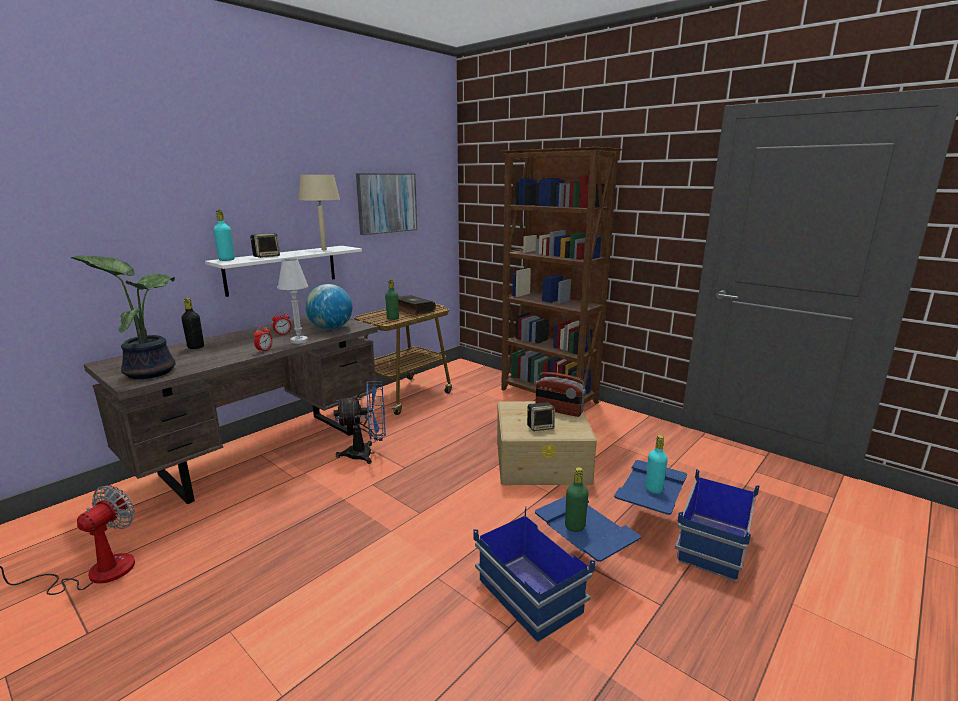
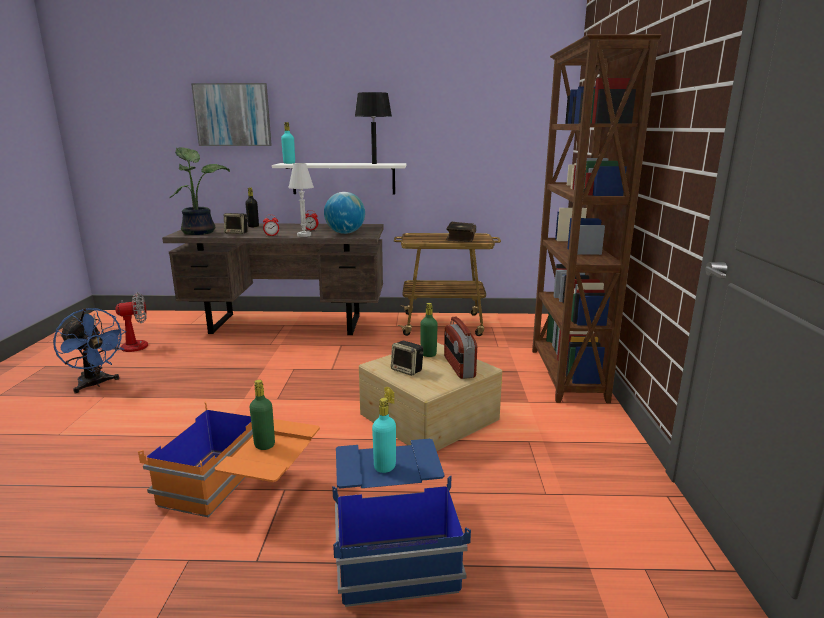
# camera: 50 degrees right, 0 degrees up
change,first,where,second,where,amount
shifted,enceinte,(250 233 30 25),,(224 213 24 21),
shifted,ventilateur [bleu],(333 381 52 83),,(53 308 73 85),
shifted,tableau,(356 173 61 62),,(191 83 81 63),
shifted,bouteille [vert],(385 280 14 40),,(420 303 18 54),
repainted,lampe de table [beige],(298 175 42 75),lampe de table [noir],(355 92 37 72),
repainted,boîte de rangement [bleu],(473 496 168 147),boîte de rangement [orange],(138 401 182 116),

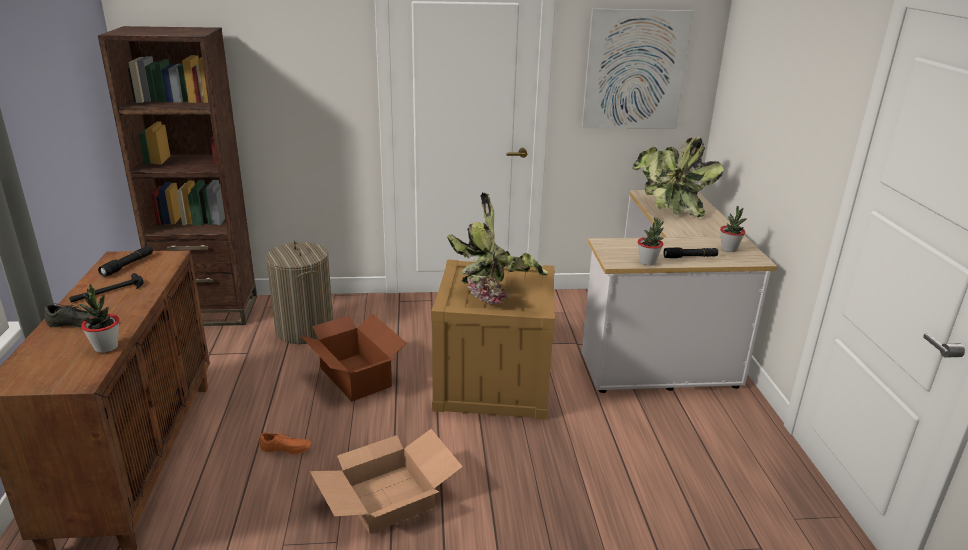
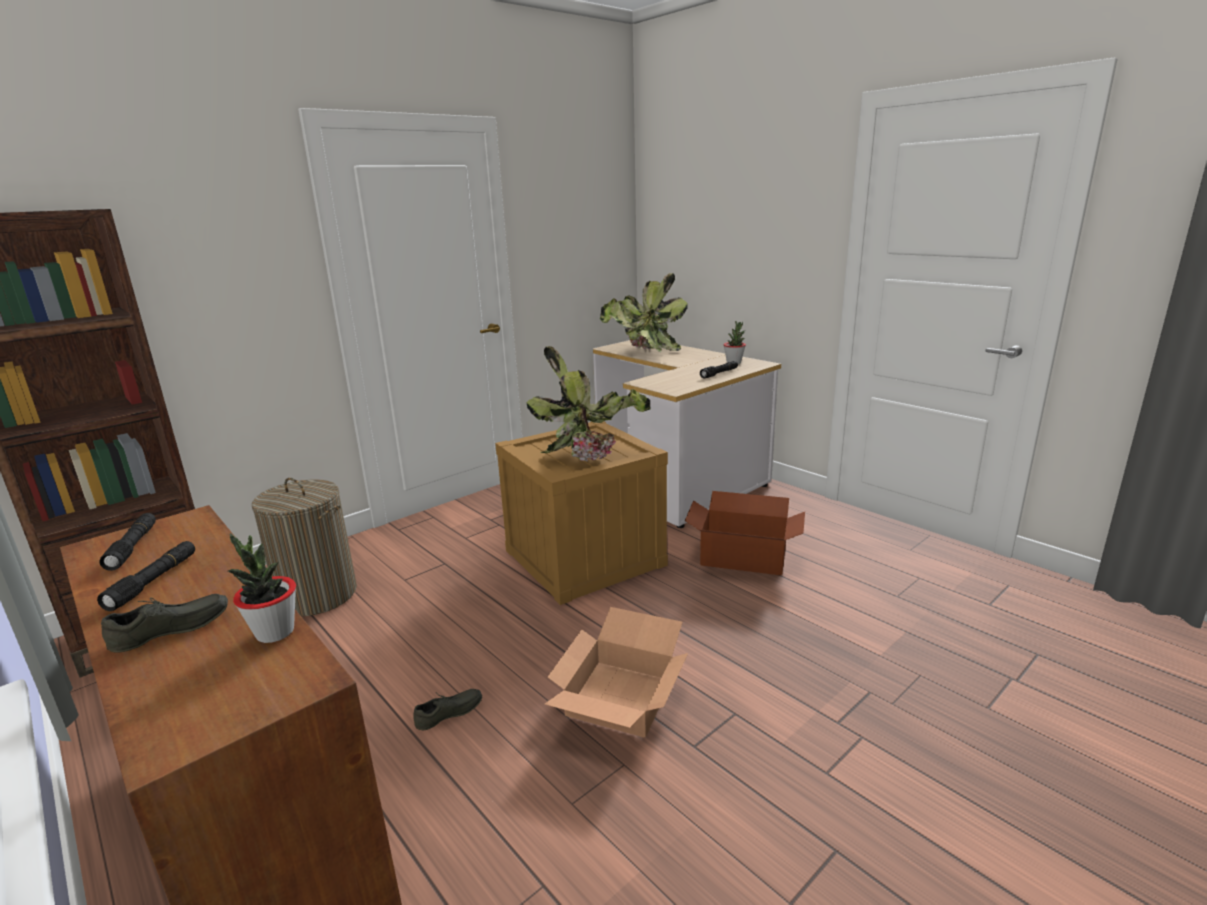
# camera: 35 degrees left, 5 degrees down
change,first,where,second,where,amount
gone,tableau,(582 9 111 119),,,
gone,plante en pot,(638 217 26 48),,,
shifted,carton,(300 314 107 88),,(685 491 120 84),
swapped,marteau,(69 273 75 29),lampe de poche [noir],(97 541 98 70),
repainted,chaussure [orange],(260 430 51 24),chaussure [gris],(413 689 69 41),

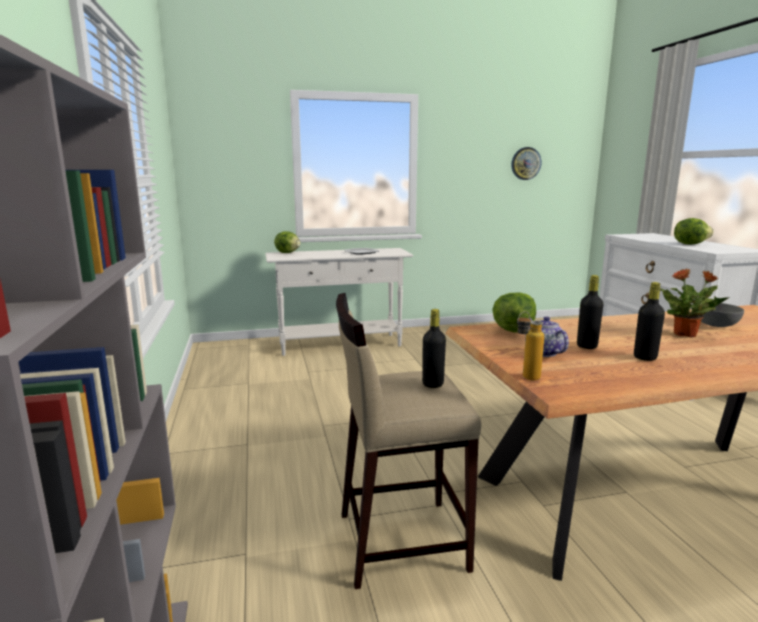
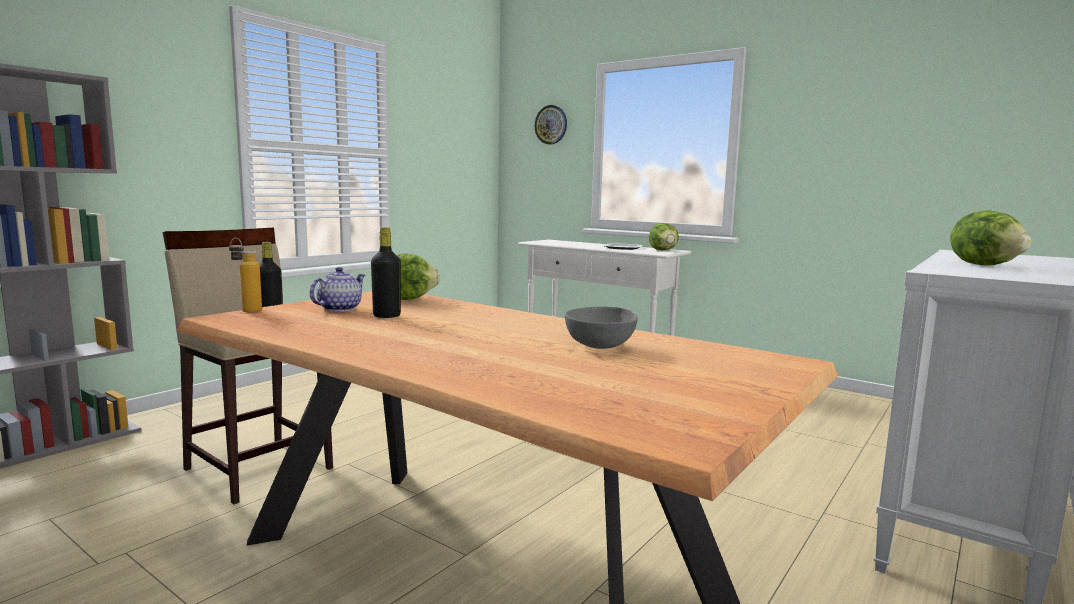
# camera: 50 degrees right, 5 degrees down
change,first,where,second,where,amount
gone,bouteille [noir],(634 282 31 79),,,
gone,plante en pot,(660 268 70 69),,,
shifted,laitue,(274 231 27 22),,(649 223 30 28),
shifted,horloge murale,(512 147 29 33),,(535 105 32 39),

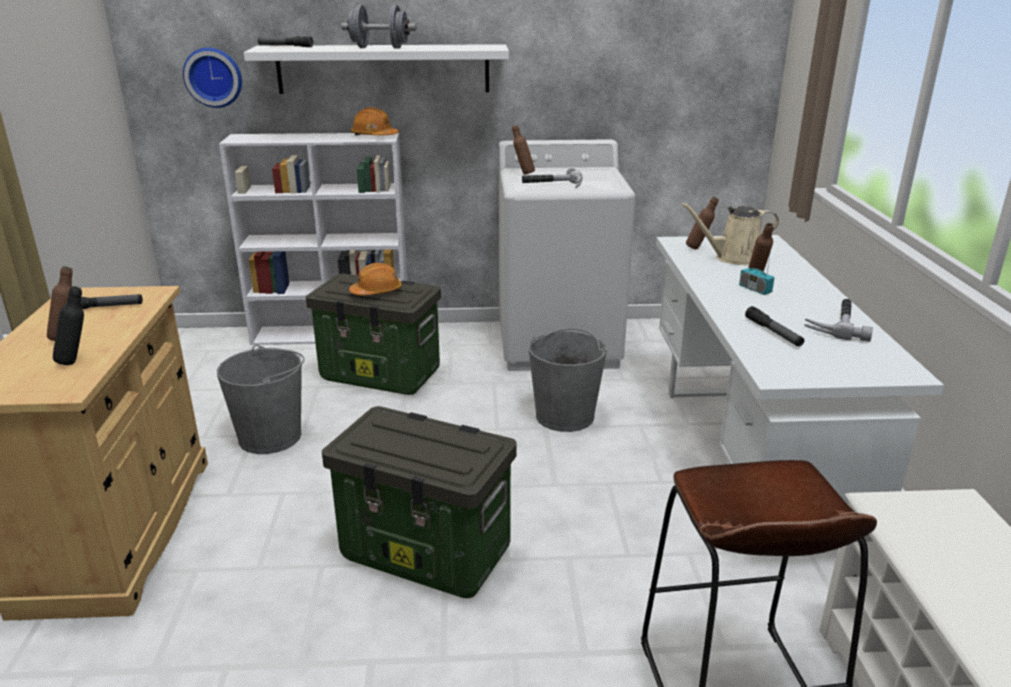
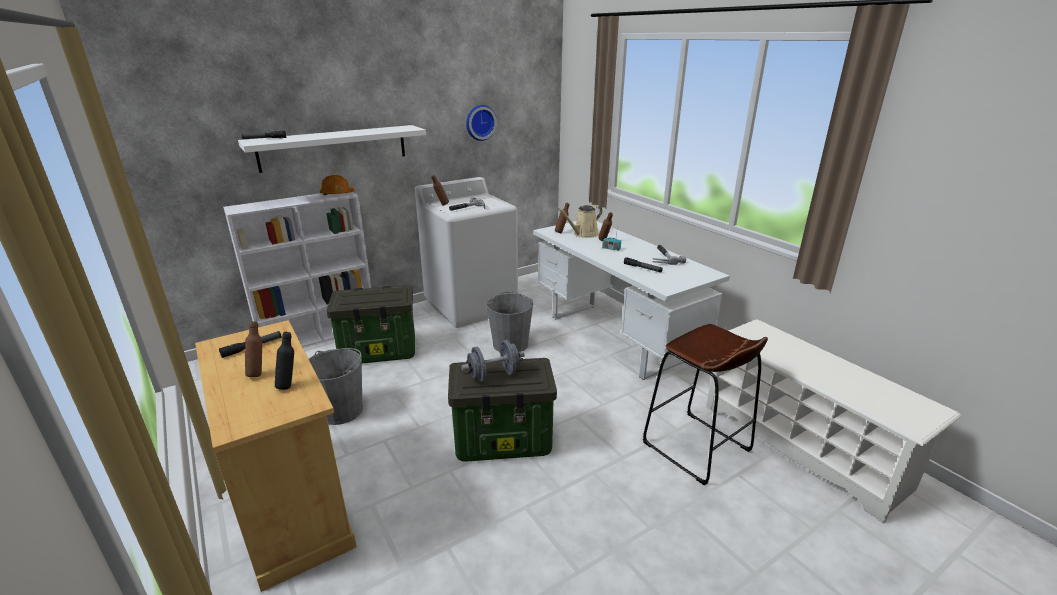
# camera: 30 degrees left, 0 degrees up
change,first,where,second,where,amount
gone,casque de chantier [orange],(349 263 53 32),,,
shifted,horloge murale,(183 48 59 60),,(466 105 31 36),
shifted,haltère [gris],(341 5 75 44),,(461 340 64 42),

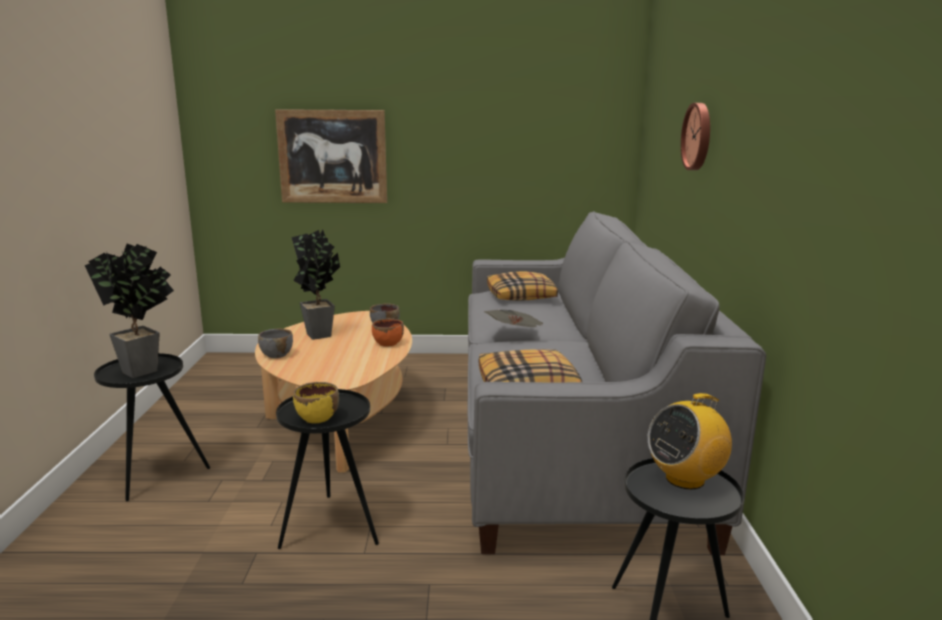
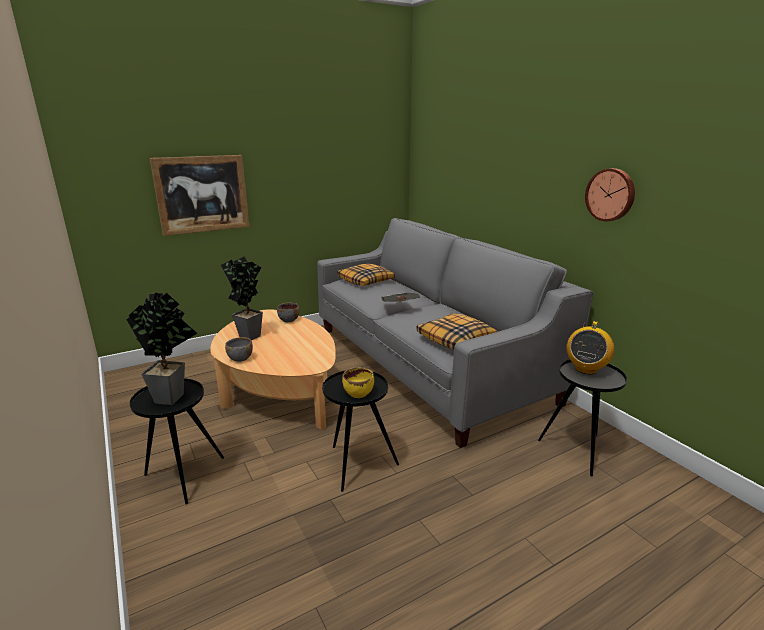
# camera: 30 degrees left, 5 degrees up
change,first,where,second,where,amount
gone,bol [orange],(372 318 32 29),,,
shifted,horloge murale,(681 103 29 67),,(585 168 50 53),

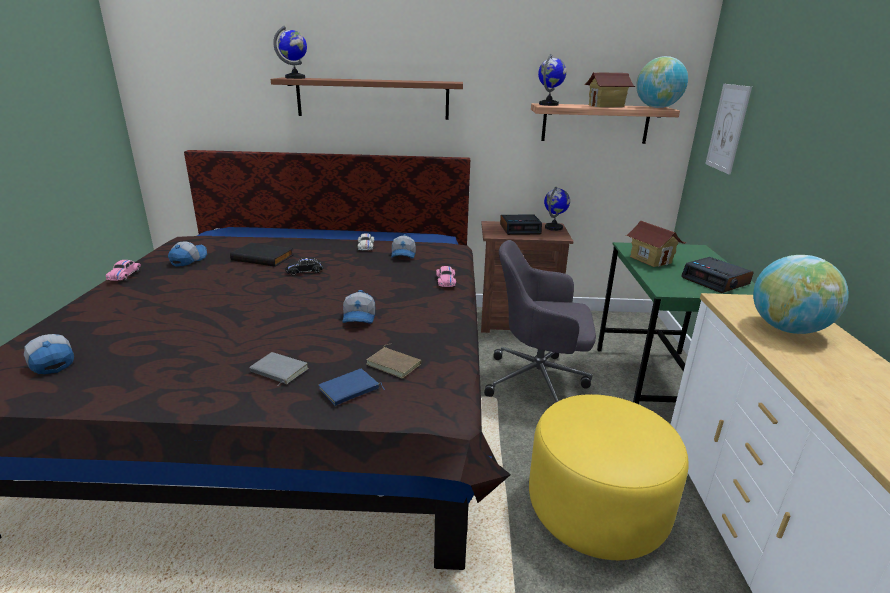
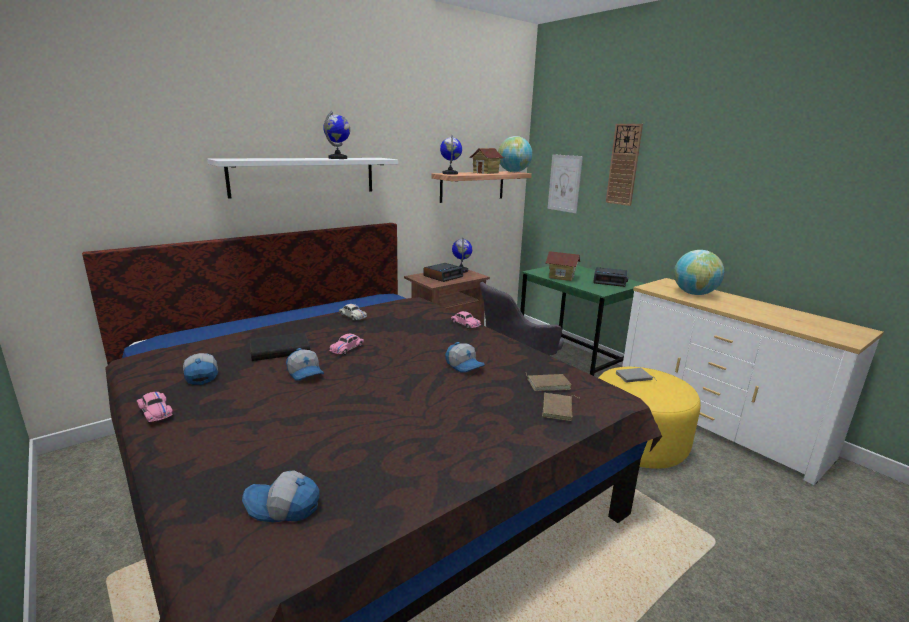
# camera: 40 degrees left, 5 degrees down
change,first,where,second,where,amount
new,,,horloge murale,(606 124 37 82),
shifted,livre [gris],(249 352 60 34),,(616 368 41 15),
shifted,globe,(273 26 34 53),,(323 111 27 48),
shifted,casquette,(391 234 25 24),,(286 348 38 33),
repainted,étagère [marron],(270 77 193 43),étagère [blanc],(207 158 191 41),
repainted,petite voiture [noir],(285 257 39 19),petite voiture [rose],(329 334 35 21),
repainted,livre [bleu],(319 369 66 37),livre [marron],(542 393 39 28),

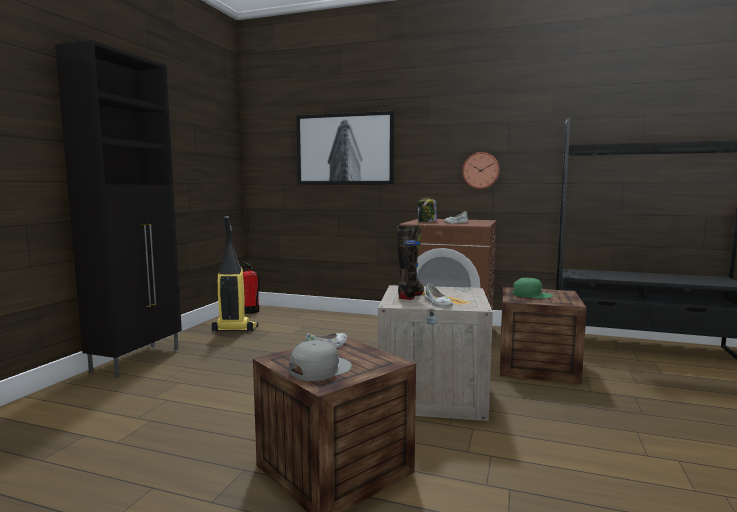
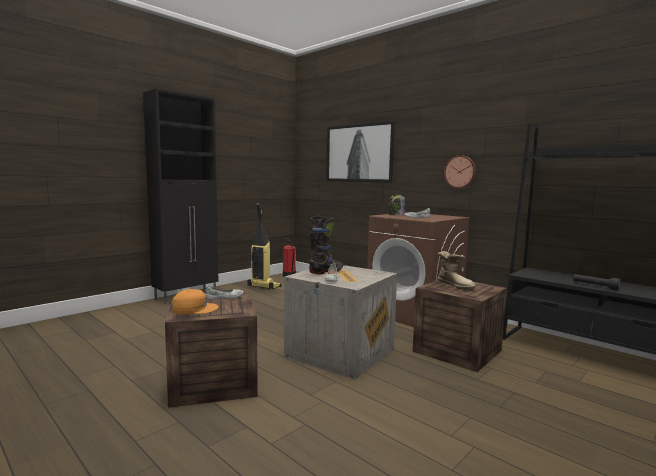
# camera: 25 degrees right, 0 degrees up
change,first,where,second,where,amount
new,,,lampe de poche [noir],(573 274 48 17),
swapped,casquette [vert],(513 278 40 21),botte,(438 251 38 40),
repainted,casquette [gris],(289 340 63 41),casquette [orange],(172 289 47 26),

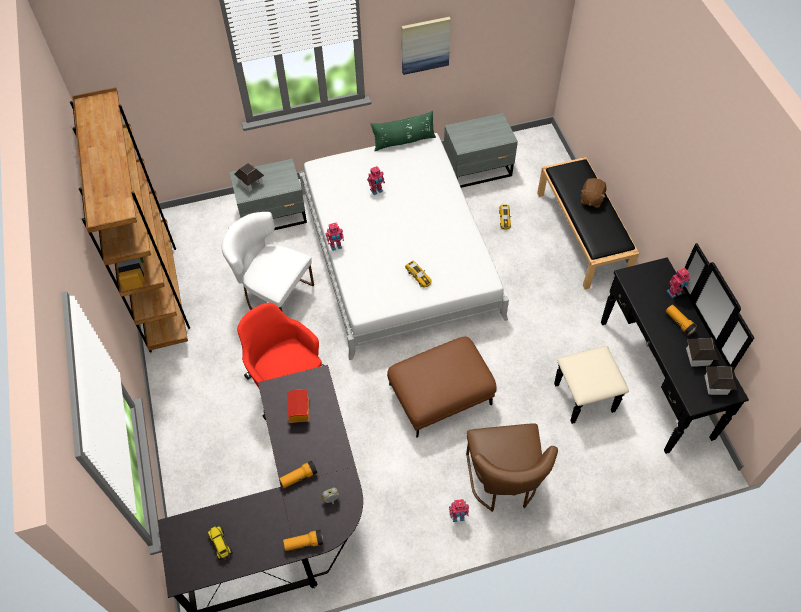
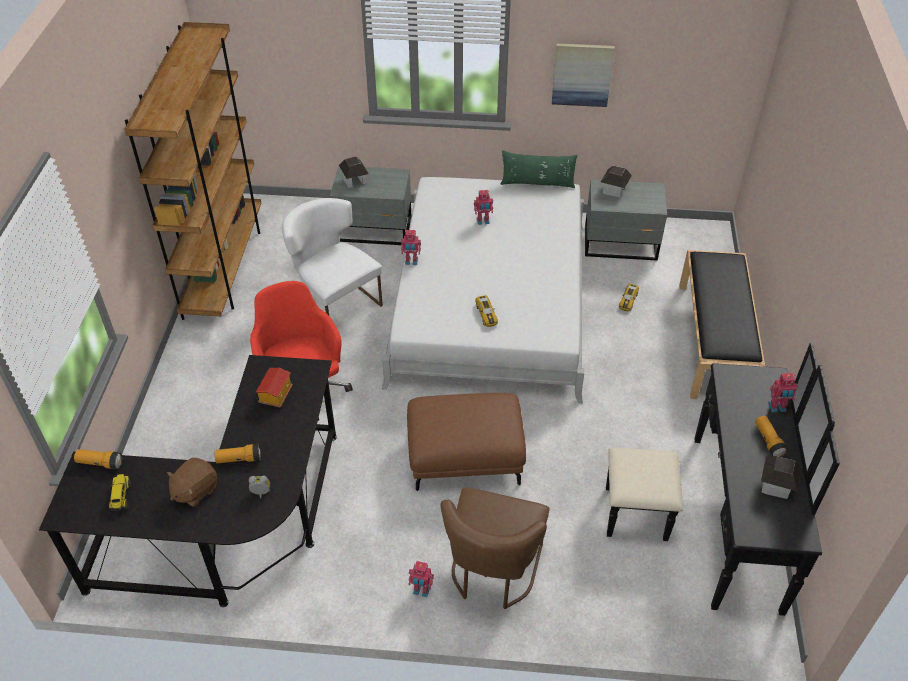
# camera: 20 degrees right, 10 degrees down
change,first,where,second,where,amount
shifted,lampe de poche,(283 529 40 22),,(74 449 48 20),
shifted,peluche [marron],(581 178 25 30),,(167 458 51 49),
shifted,maison miniature,(705 366 32 29),,(601 166 31 31),

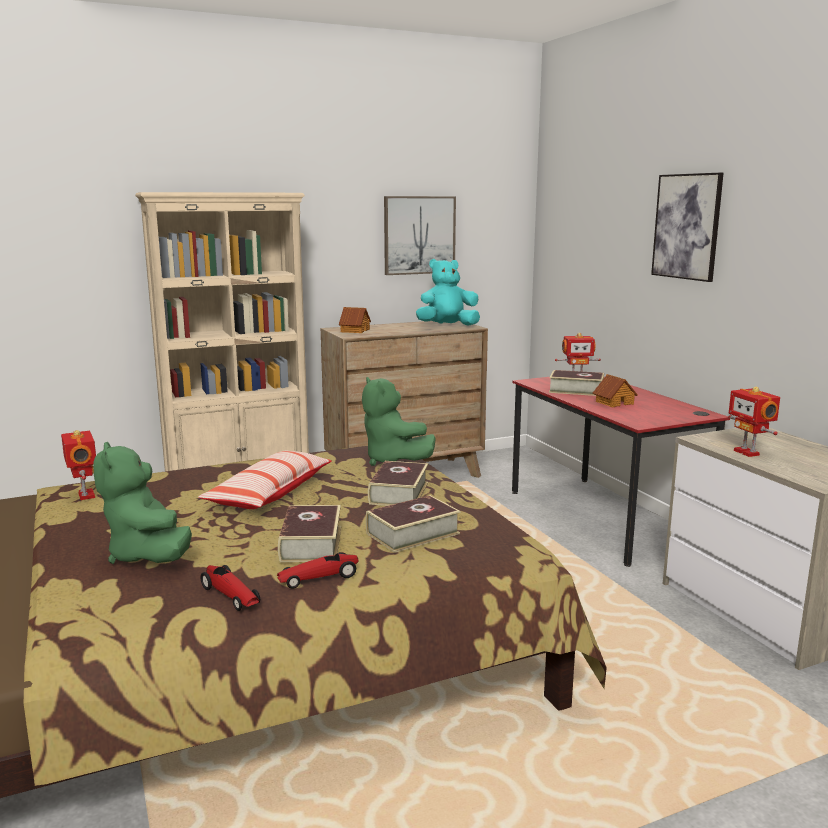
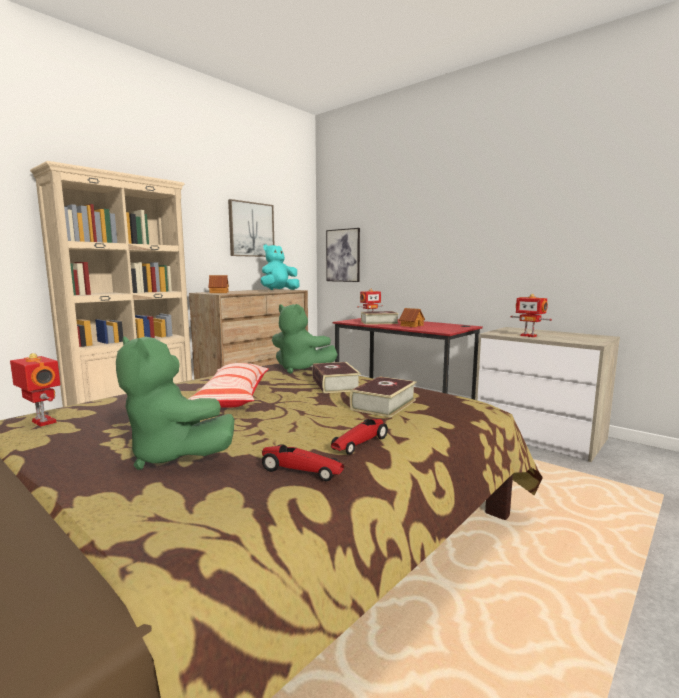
# camera: 25 degrees left, 5 degrees down
change,first,where,second,where,amount
gone,livre,(278 505 63 57),,,
shifted,tableau,(651 173 72 109),,(326 228 34 54),

